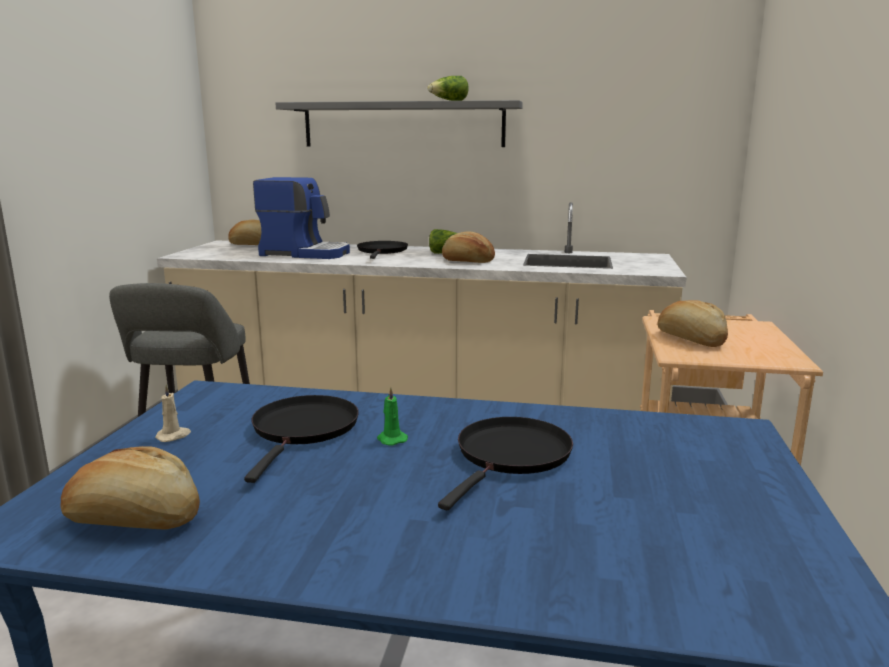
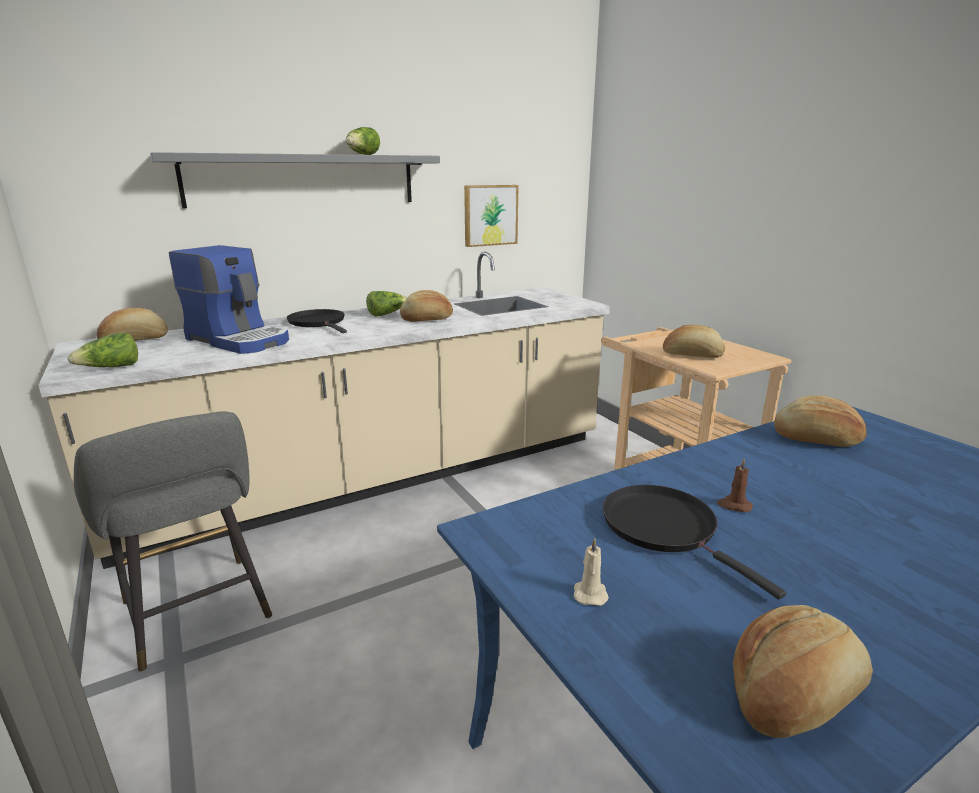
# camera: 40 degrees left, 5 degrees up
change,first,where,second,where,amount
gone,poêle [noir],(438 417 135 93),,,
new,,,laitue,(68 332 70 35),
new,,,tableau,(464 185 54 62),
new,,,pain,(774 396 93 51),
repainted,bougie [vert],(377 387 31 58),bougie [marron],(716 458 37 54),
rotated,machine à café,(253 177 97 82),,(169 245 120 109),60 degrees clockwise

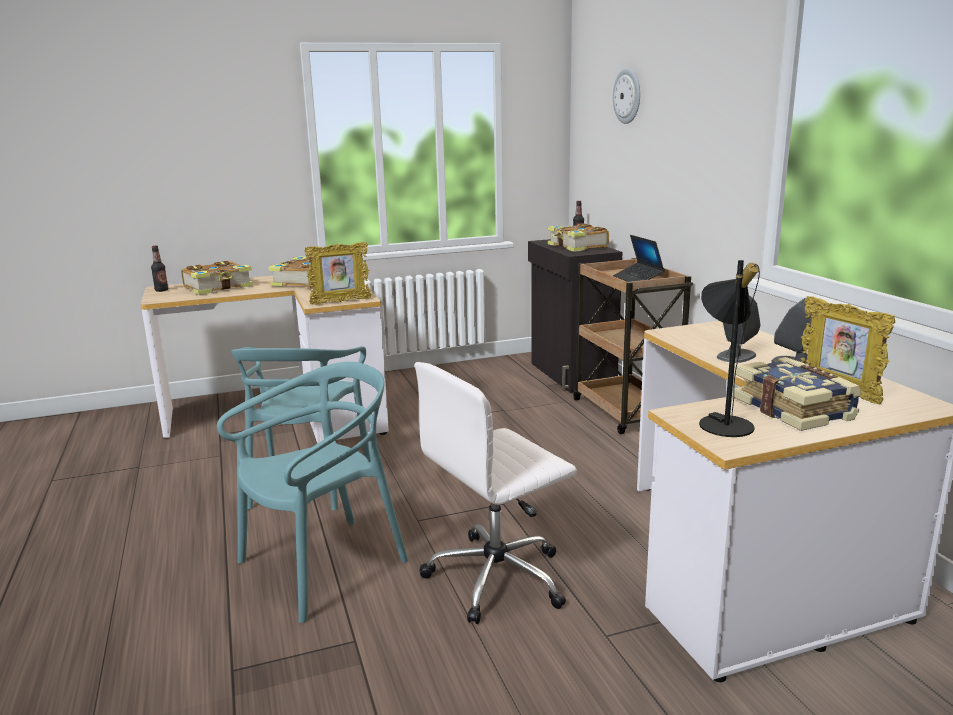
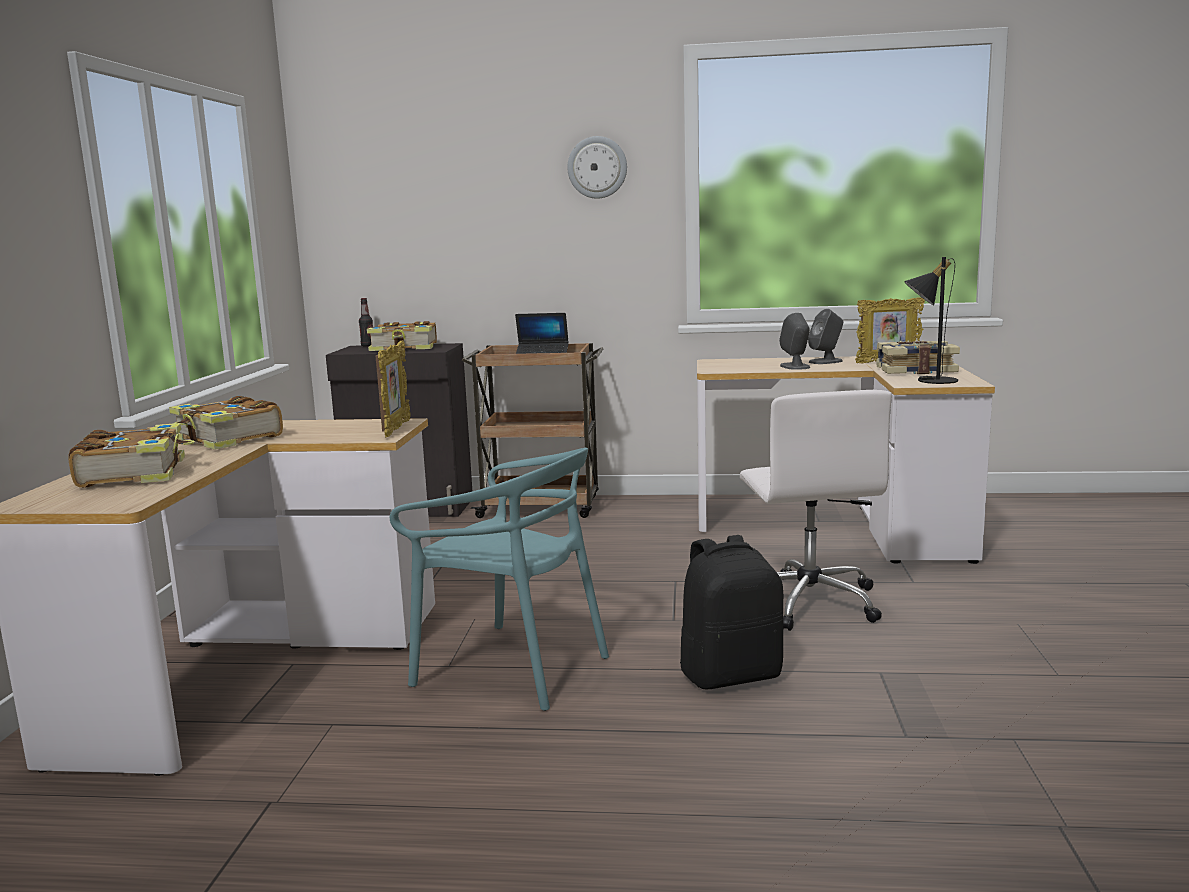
# camera: 65 degrees left, 5 degrees down
change,first,where,second,where,amount
gone,bouteille,(151 246 17 46),,,
shifted,horloge murale,(613 68 27 56),,(567 136 60 63),
swapped,chaise [turquoise],(217 362 191 261),sac à dos [noir],(680 535 103 154),

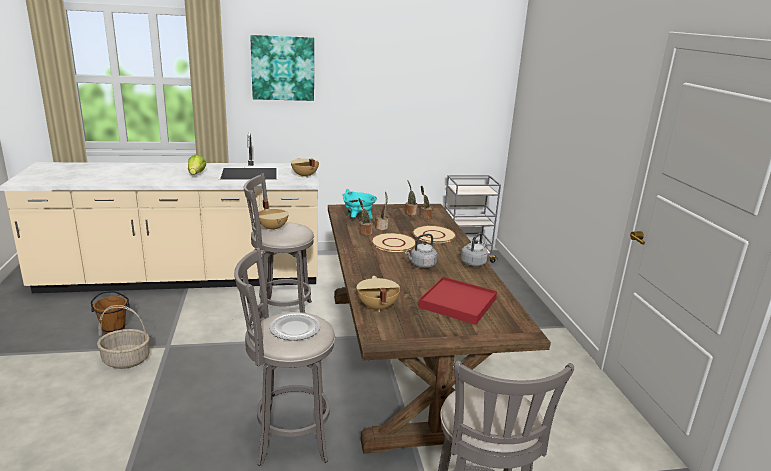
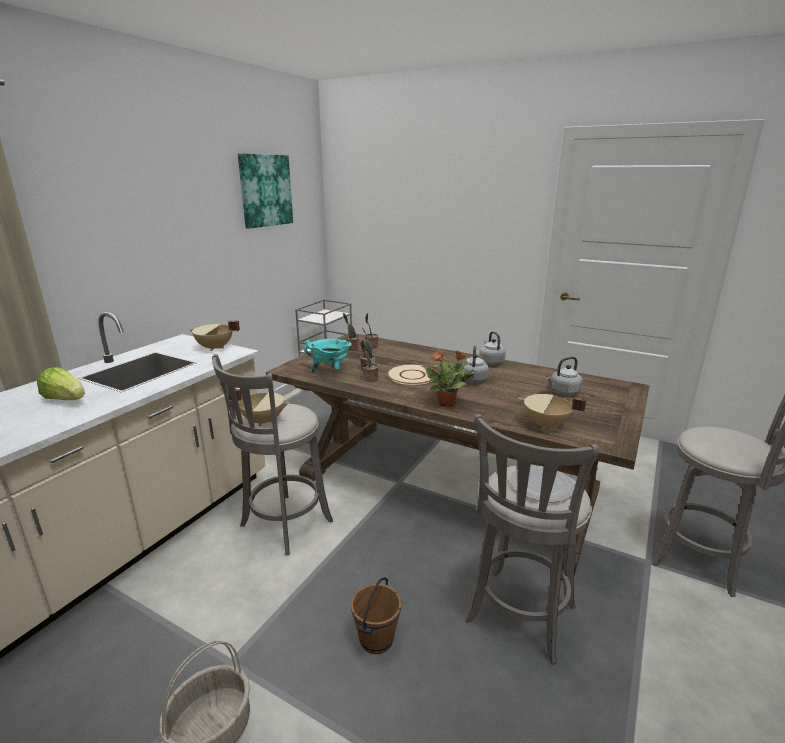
# camera: 50 degrees left, 0 degrees up
change,first,where,second,where,amount
gone,assiette [beige],(412 226 44 17),,,
new,,,plante en pot,(422 349 53 58),
shifted,seau [marron],(91 291 39 43),,(351 577 50 77),
shifted,tableau,(250 35 64 66),,(238 153 55 76),
swapped,plateau [rouge],(418 277 79 48),bouilloire [gris],(546 357 37 38),

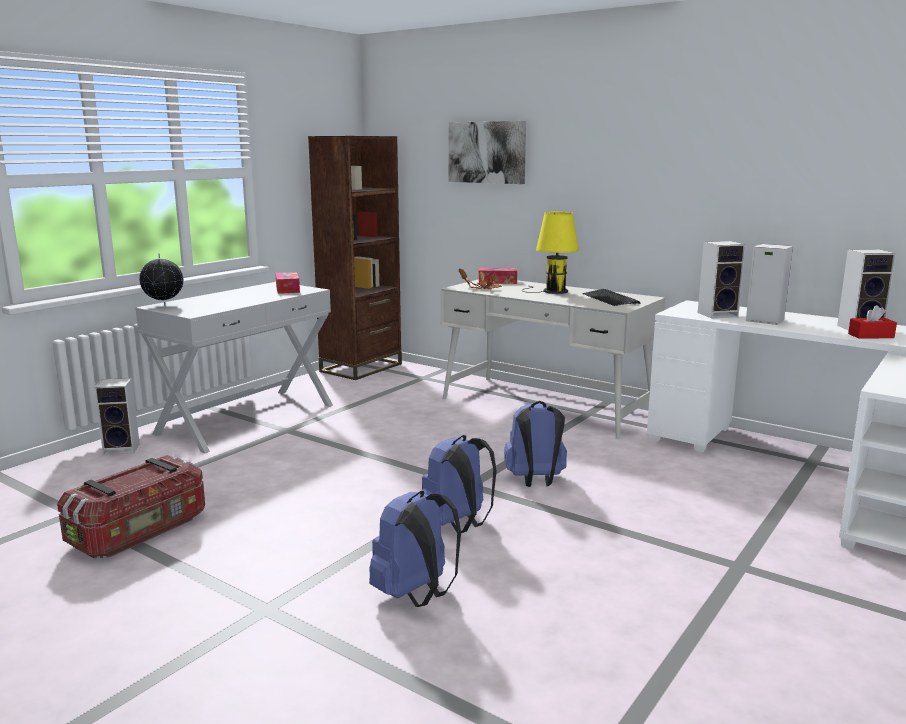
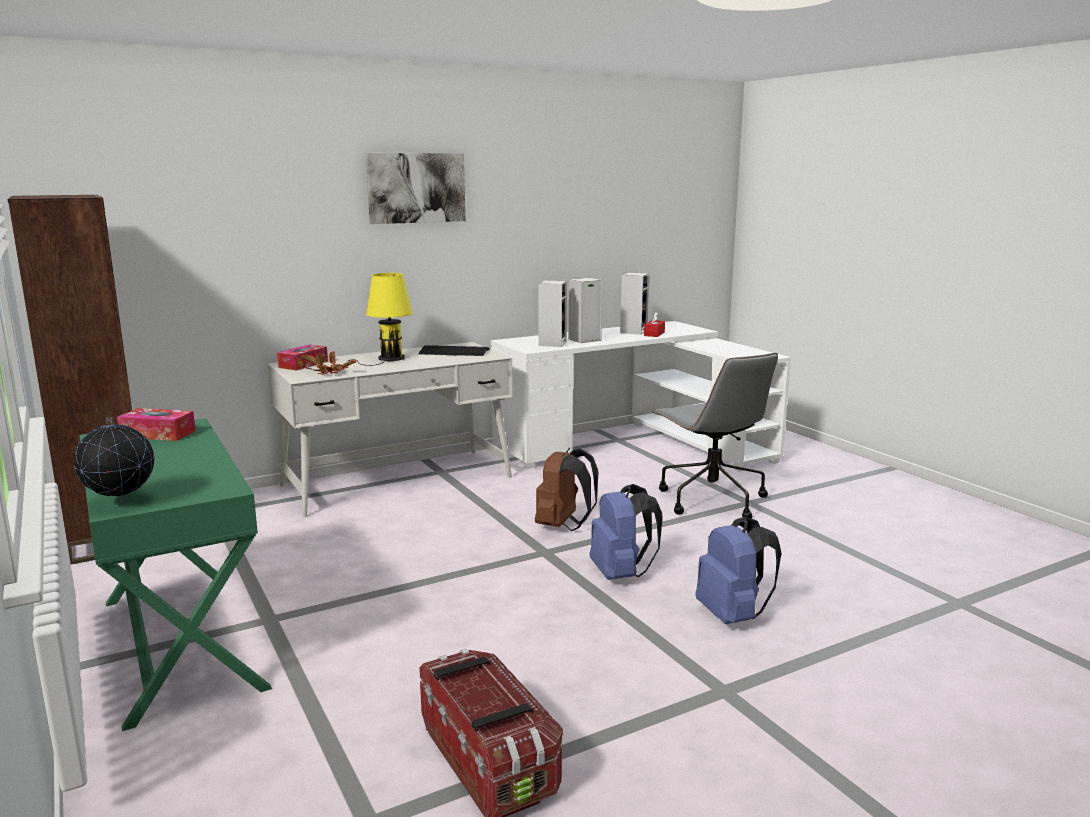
# camera: 65 degrees left, 0 degrees up
change,first,where,second,where,amount
gone,enceinte,(94 378 46 77),,,
new,,,chaise de bureau [gris],(652 353 126 166),
shifted,tableau,(448 121 78 63),,(366 153 100 71),
repainted,table console [blanc],(135 282 198 171),table console [vert],(79 418 193 313),
repainted,sac à dos [bleu],(504 401 63 86),sac à dos [marron],(535 448 63 83),

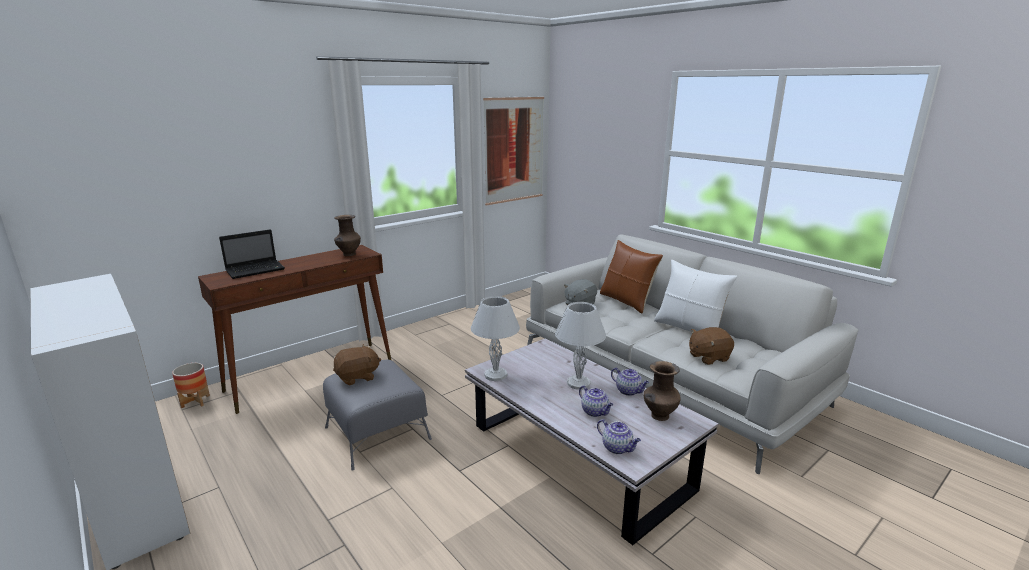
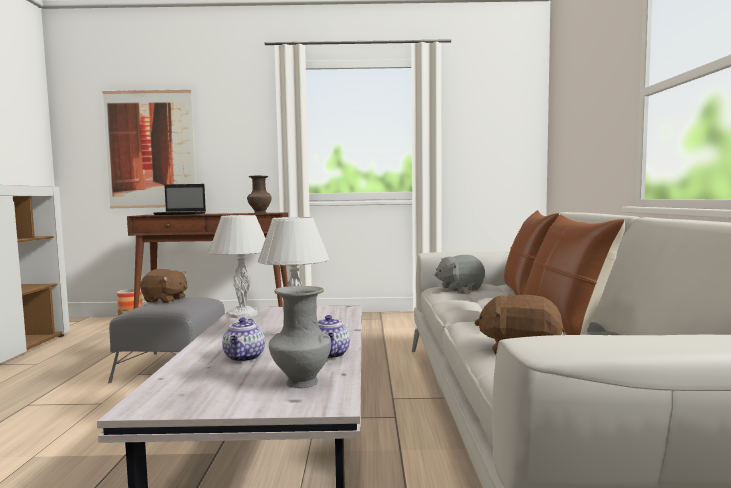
# camera: 40 degrees right, 15 degrees down
change,first,where,second,where,amount
gone,théière,(597 419 44 35),,,
shifted,tableau,(483 96 61 109),,(102 89 93 119),
repainted,vase [marron],(643 361 38 60),vase [gris],(269 286 62 102),
repainted,coussin [blanc],(654 260 83 72),coussin [marron],(524 214 101 121),

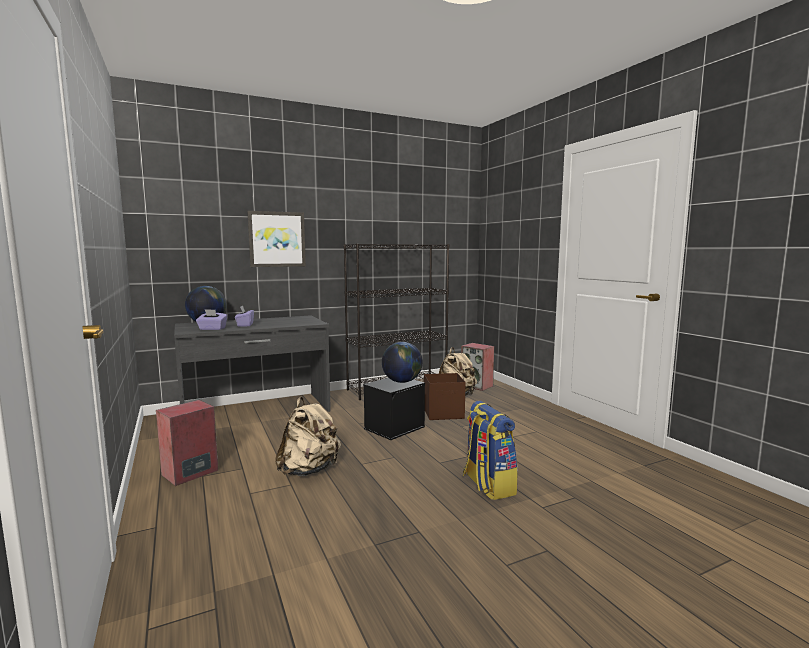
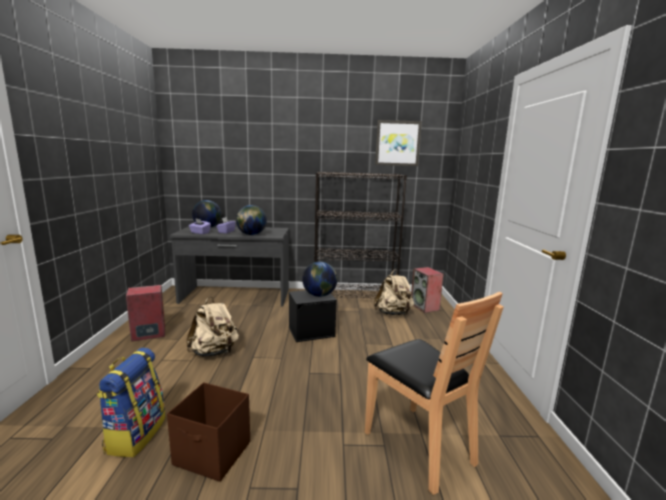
# camera: 25 degrees right, 5 degrees up
change,first,where,second,where,amount
new,,,globe,(236 205 31 30),
new,,,chaise [marron],(365 292 139 203),
shifted,tableau,(247 211 59 56),,(375 120 47 46),
shifted,boîte de rangement [marron],(424 373 42 47),,(167 383 83 99),
shifted,sac à dos,(463 401 55 99),,(97 348 69 109),

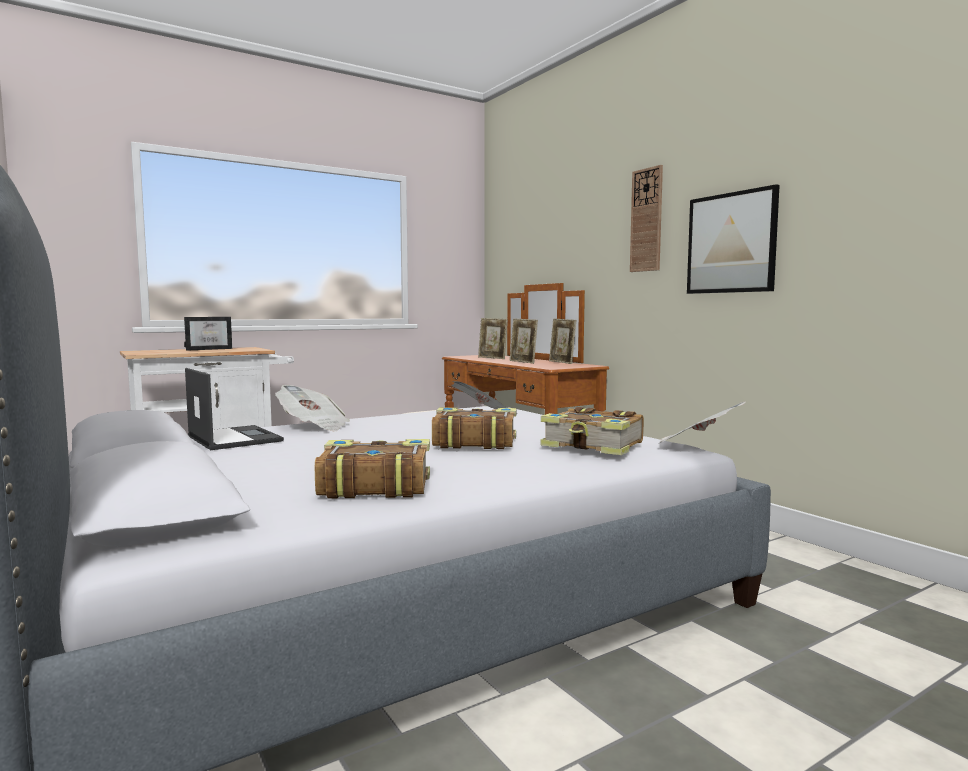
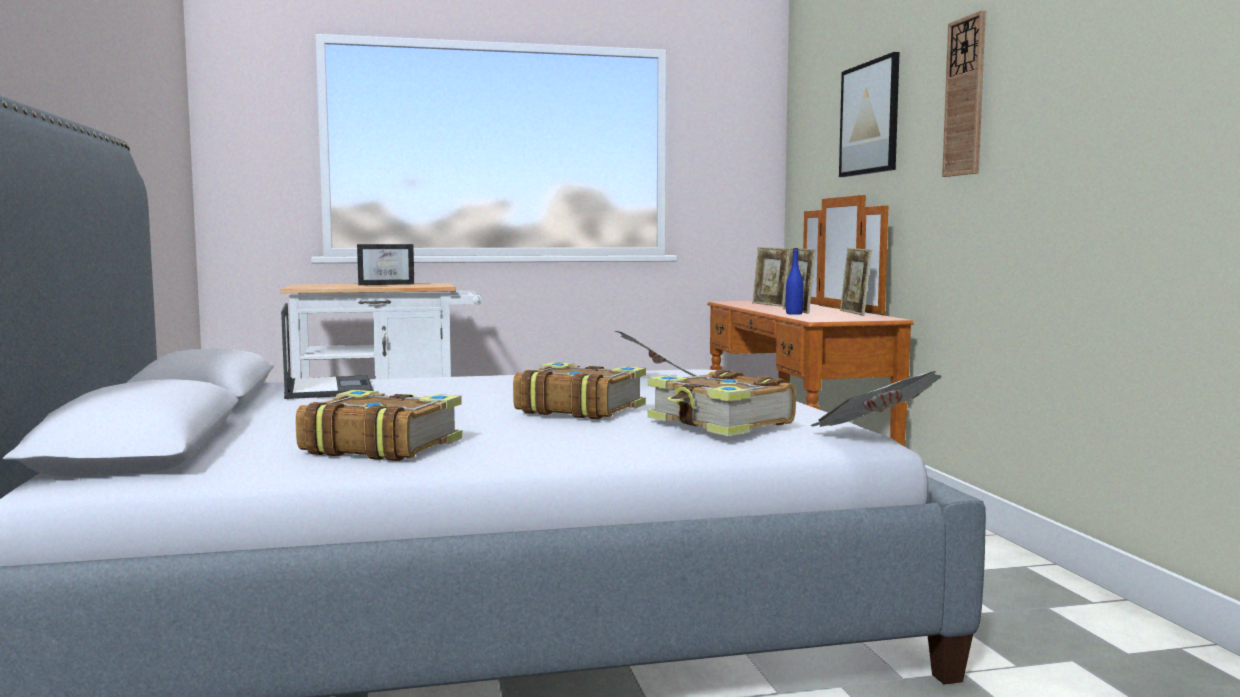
# camera: 20 degrees right, 0 degrees up
change,first,where,second,where,amount
gone,journal,(275 385 75 46),,,
new,,,bouteille [bleu],(786 248 18 67),
shifted,tableau,(687 184 93 110),,(839 52 61 125),

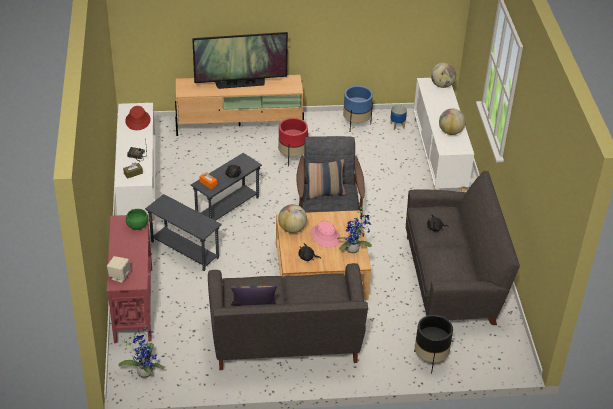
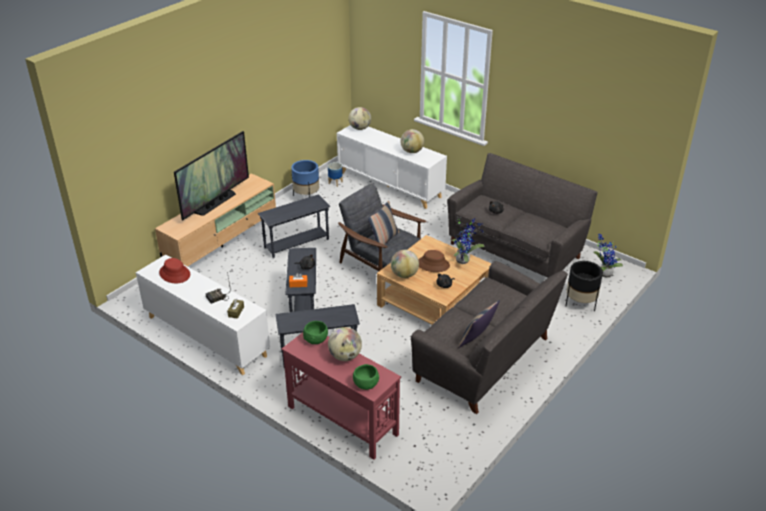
# camera: 45 degrees left, 5 degrees down
change,first,where,second,where,amount
new,,,globe,(328 327 34 34),
shifted,plante en pot,(119 327 45 51),,(593 234 30 44),
swapped,enceinte [beige],(107 256 24 27),bol [vert],(353 364 26 26),
swapped,cache-pot [rouge],(278 118 30 49),table d'appoint [gris],(258 194 72 64),
repainted,chapeau [rose],(311 221 30 27),chapeau [marron],(418 250 32 22),

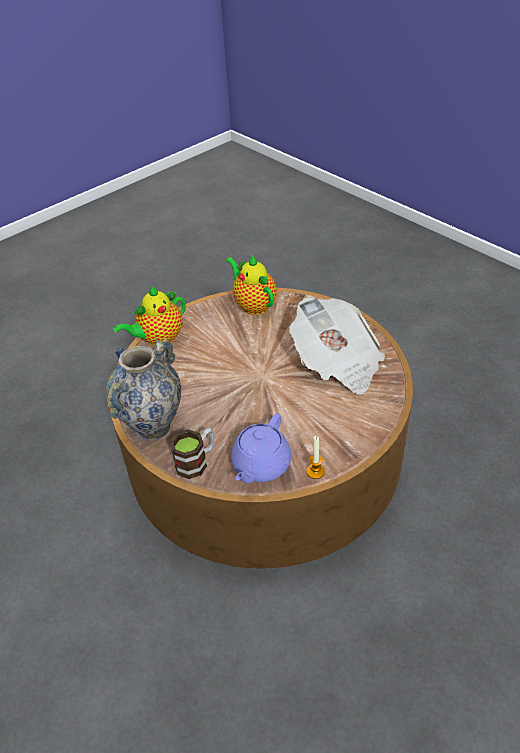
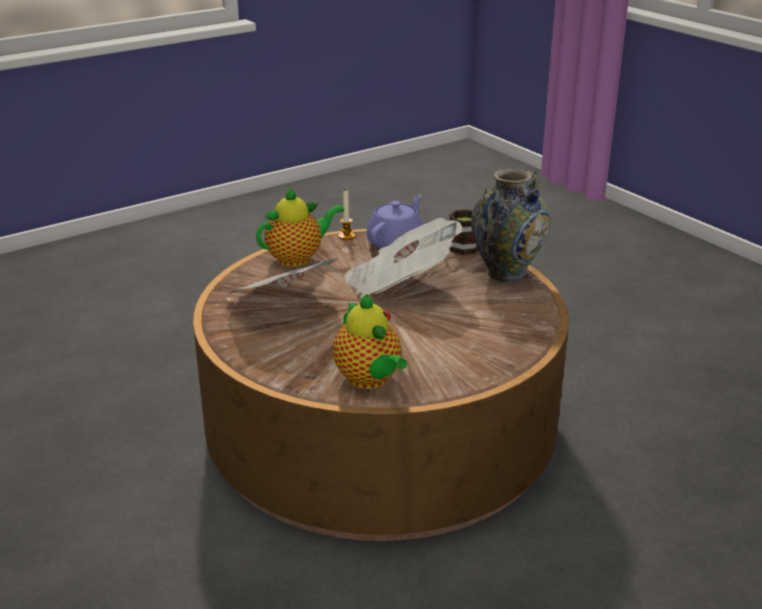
# camera: 175 degrees left, 15 degrees down
change,first,where,second,where,amount
new,,,journal,(344 218 119 81),
shifted,théière,(113 286 73 60),,(256 187 89 80),

